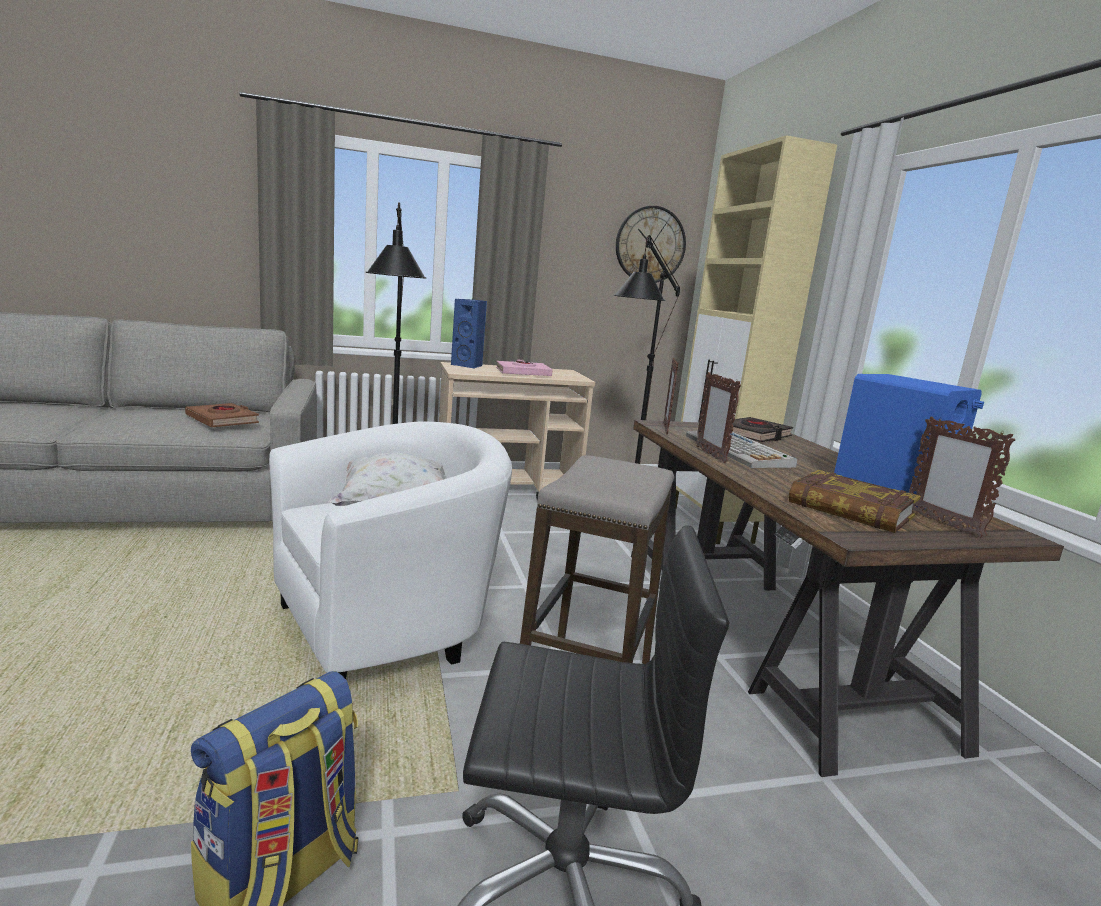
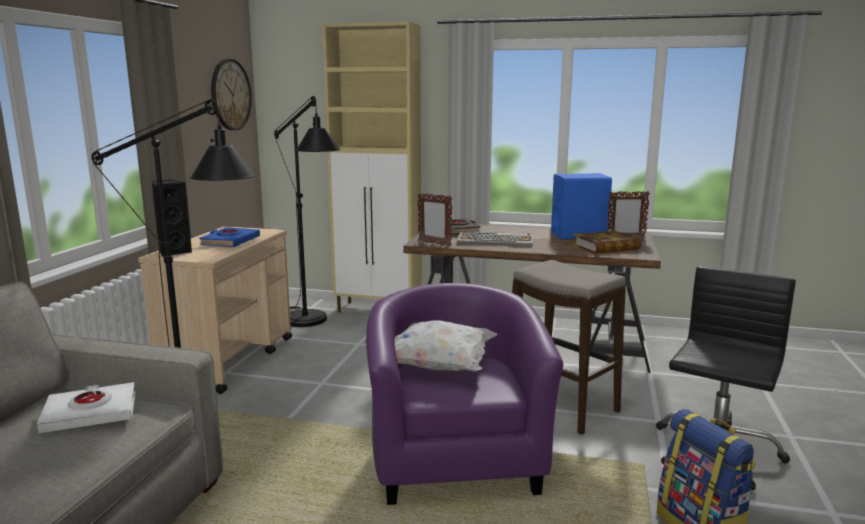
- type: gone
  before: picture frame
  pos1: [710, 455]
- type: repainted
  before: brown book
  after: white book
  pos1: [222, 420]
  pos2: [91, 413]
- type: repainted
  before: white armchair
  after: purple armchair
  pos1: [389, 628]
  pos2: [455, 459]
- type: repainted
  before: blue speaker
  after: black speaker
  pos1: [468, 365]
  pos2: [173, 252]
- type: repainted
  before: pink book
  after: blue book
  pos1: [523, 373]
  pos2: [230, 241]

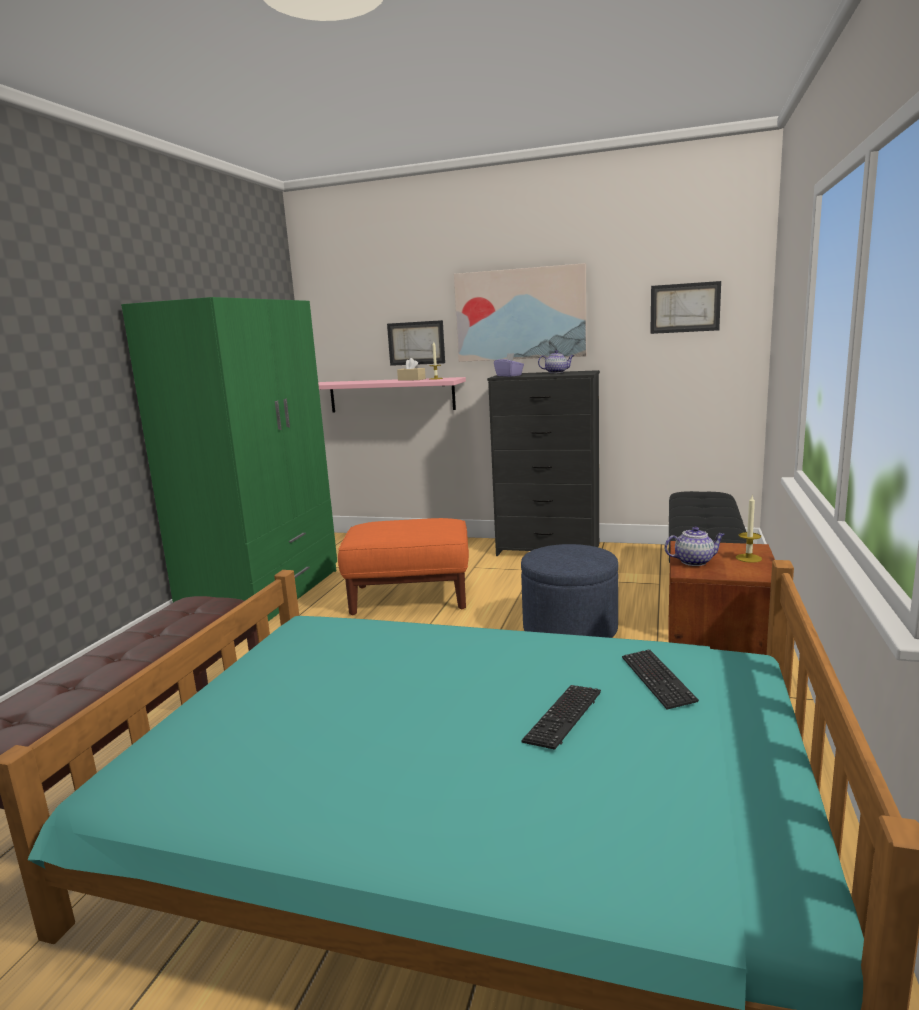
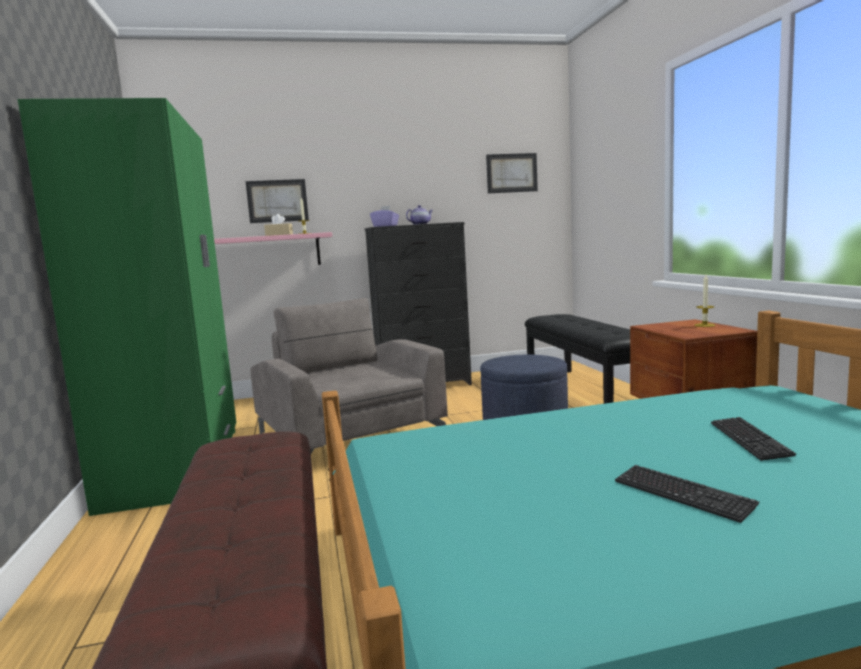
- type: gone
  before: picture
  pos1: [520, 314]
- type: gone
  before: teapot
  pos1: [694, 561]
- type: shifted
  before: keyboard
  pos1: [657, 680]
  pos2: [682, 494]
- type: swapped
  before: orange ottoman
  after: grey armchair
  pos1: [410, 597]
  pos2: [349, 436]

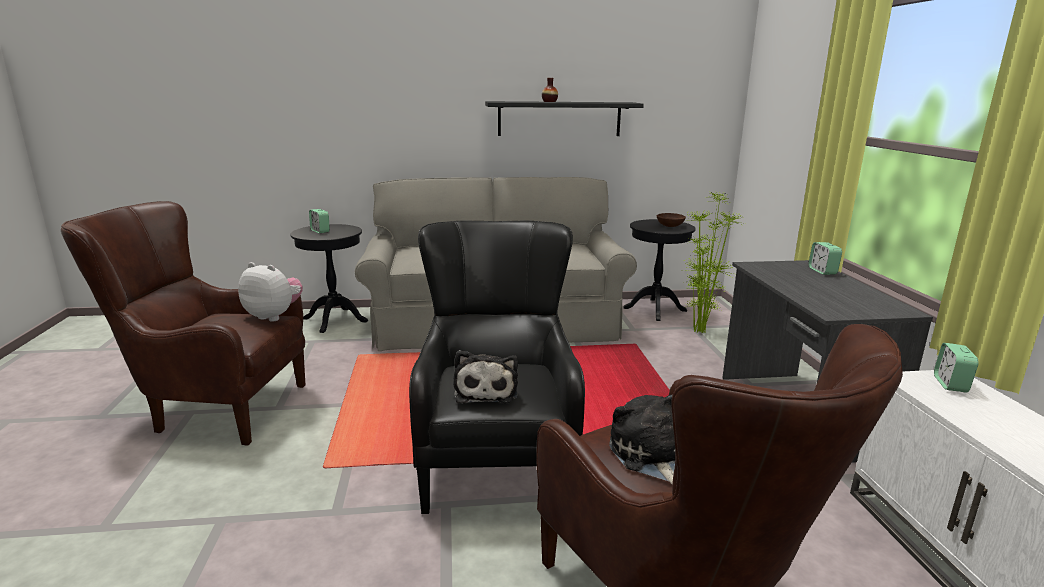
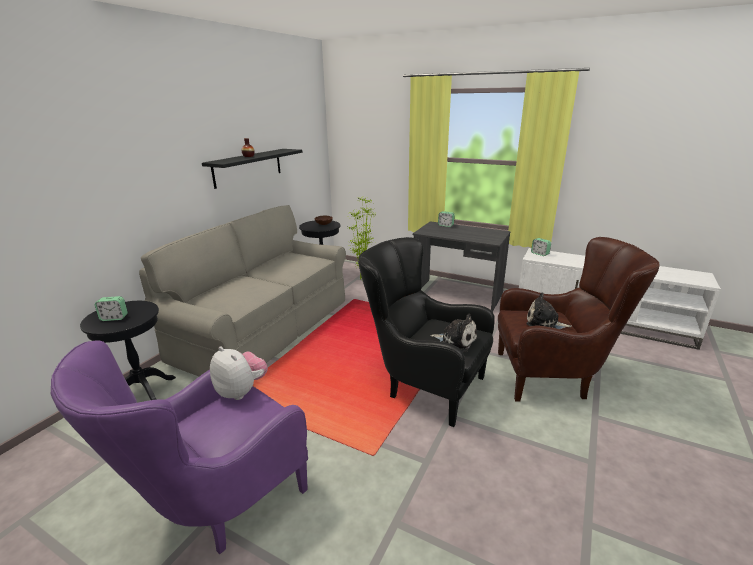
- type: repainted
  before: brown armchair
  after: purple armchair
  pos1: [212, 408]
  pos2: [217, 504]
- type: rotated
  before: plush toy
  pos1: [274, 316]
  pos2: [241, 391]
  turn: 75

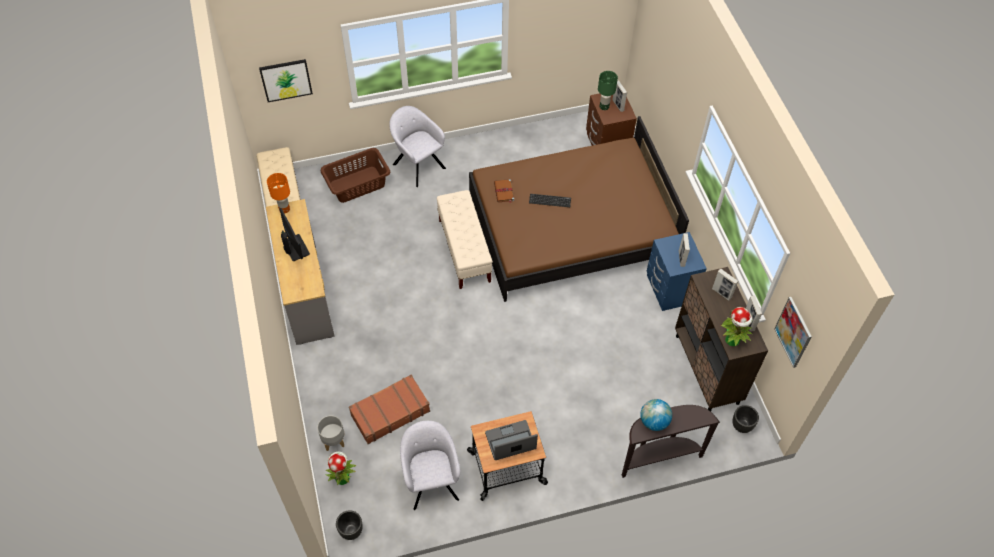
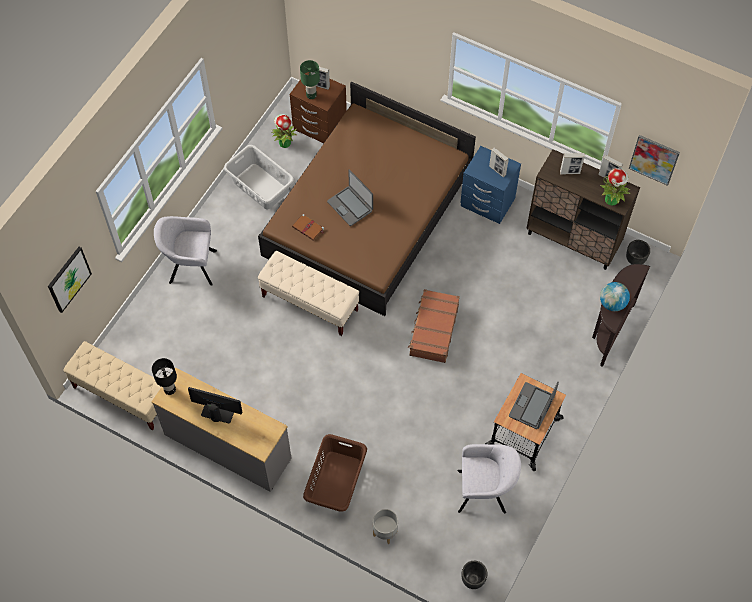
- type: new
  after: grey laundry basket
  pos2: [261, 186]
- type: shifted
  before: brown laundry basket
  pos1: [357, 184]
  pos2: [335, 481]
- type: shifted
  before: potted plant
  pos1: [342, 477]
  pos2: [284, 142]
- type: shifted
  before: brown suitcase
  pos1: [390, 412]
  pos2: [433, 330]
- type: swapped
  before: keyboard
  after: laptop
  pos1: [550, 200]
  pos2: [350, 206]
- type: repainted
  before: orange table lamp
  after: black table lamp
  pos1: [284, 209]
  pos2: [169, 390]
- type: rotated
  before: grey armchair
  pos1: [431, 480]
  pos2: [484, 491]
  turn: 150

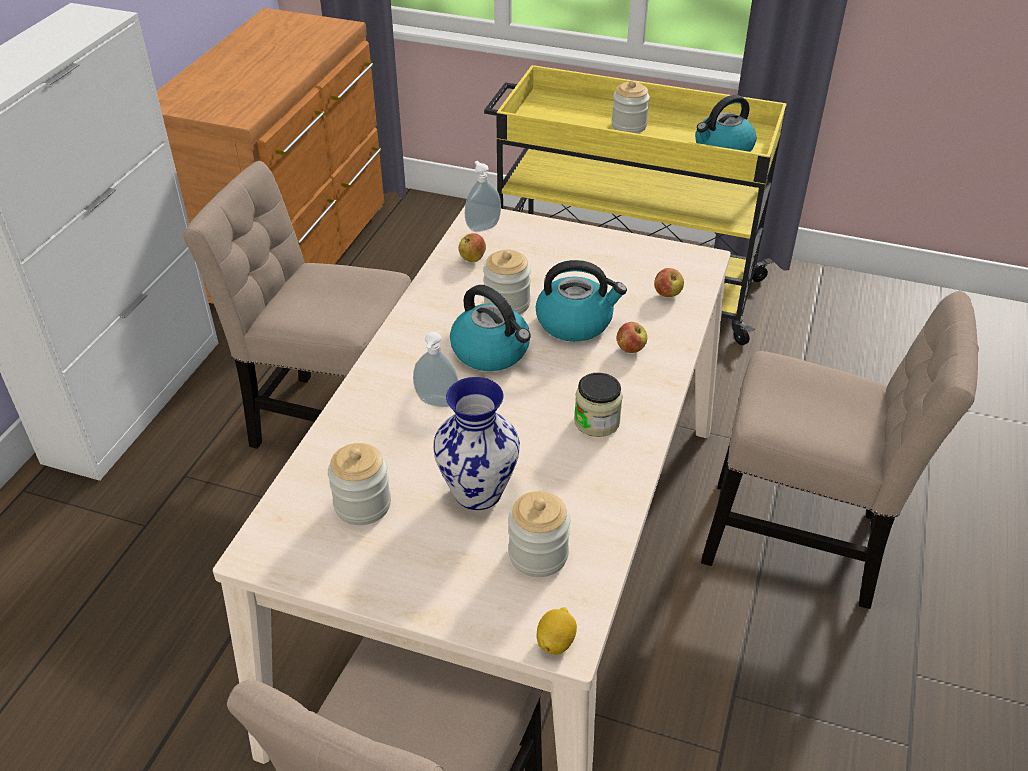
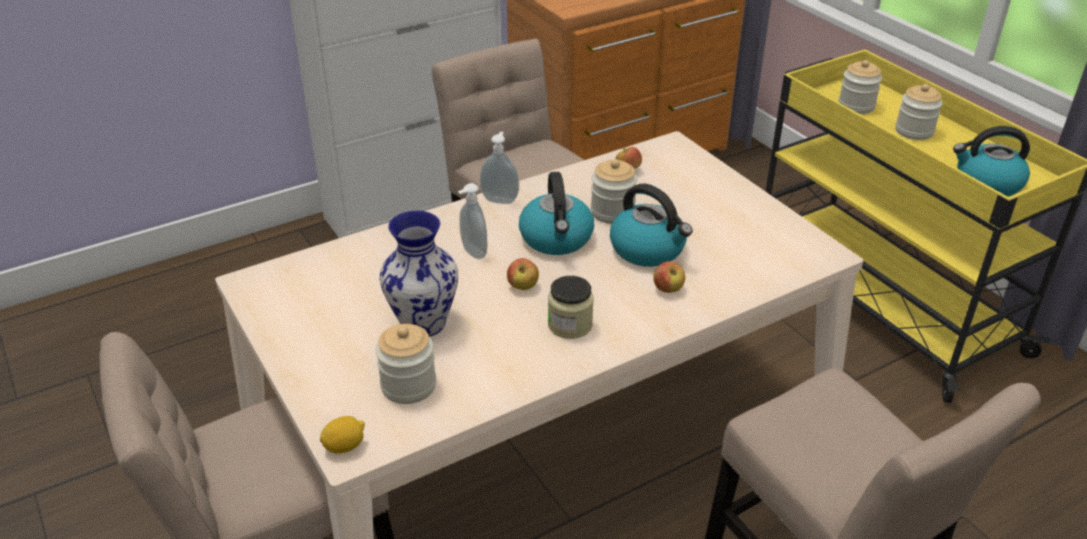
- type: shifted
  before: jar
  pos1: [362, 504]
  pos2: [856, 106]
- type: shifted
  before: soap dispenser
  pos1: [482, 227]
  pos2: [500, 199]
- type: shifted
  before: apple
  pos1: [667, 294]
  pos2: [523, 286]

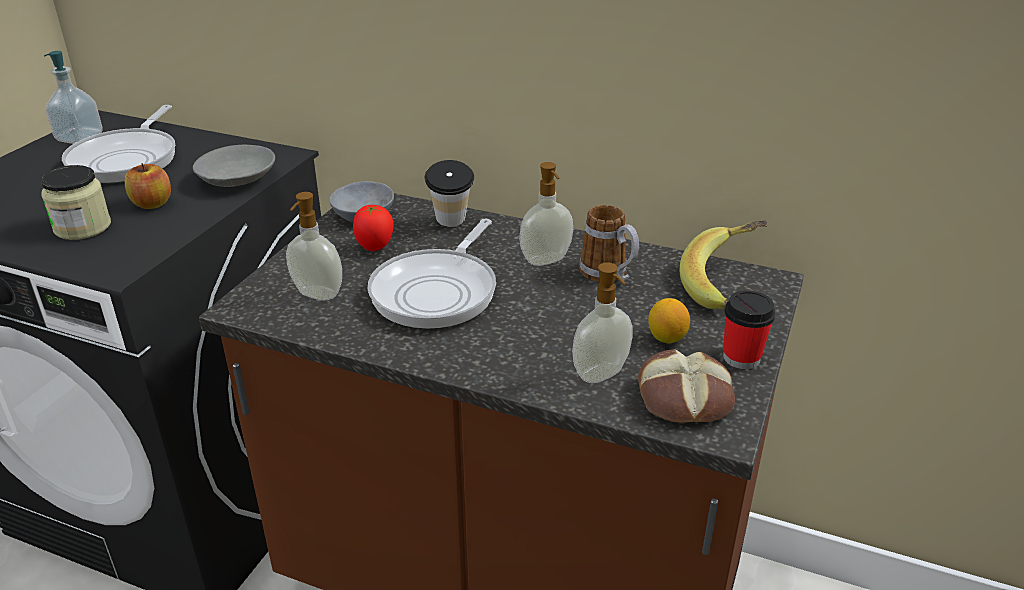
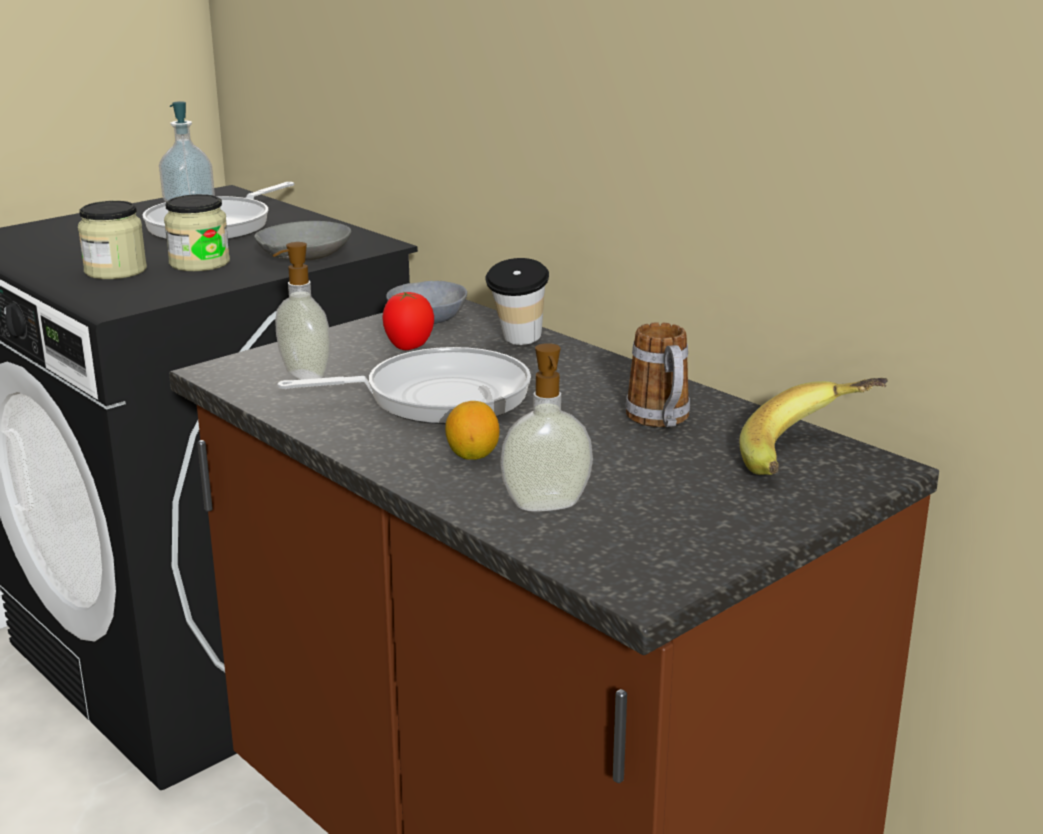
- type: gone
  before: soap dispenser
  pos1: [546, 261]
- type: gone
  before: bread
  pos1: [684, 399]
- type: gone
  before: cup
  pos1: [741, 357]
- type: shifted
  before: lemon
  pos1: [666, 338]
  pos2: [472, 455]
- type: swapped
  before: apple
  after: jar
  pos1: [152, 204]
  pos2: [199, 263]
- type: rotated
  before: frying pan
  pos1: [438, 291]
  pos2: [437, 397]
  turn: -150

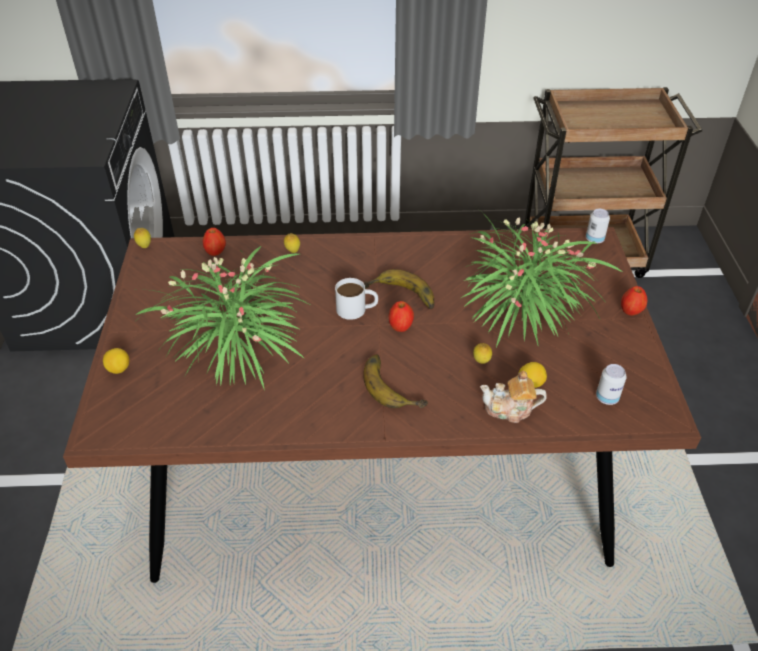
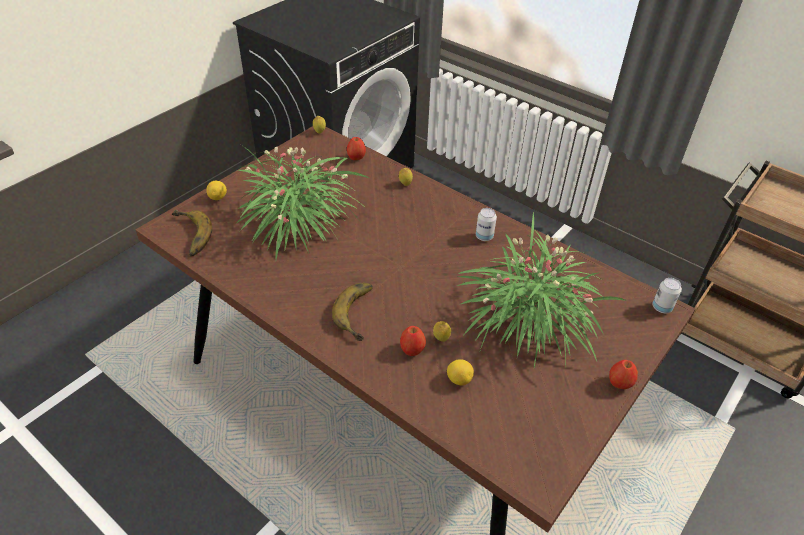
- type: gone
  before: white mug
  pos1: [357, 309]
- type: gone
  before: teapot
  pos1: [510, 409]
- type: shifted
  before: banana
  pos1: [400, 297]
  pos2: [188, 236]
- type: shifted
  before: apple
  pos1: [400, 327]
  pos2: [412, 350]
- type: shifted
  before: can
  pos1: [607, 398]
  pos2: [484, 237]

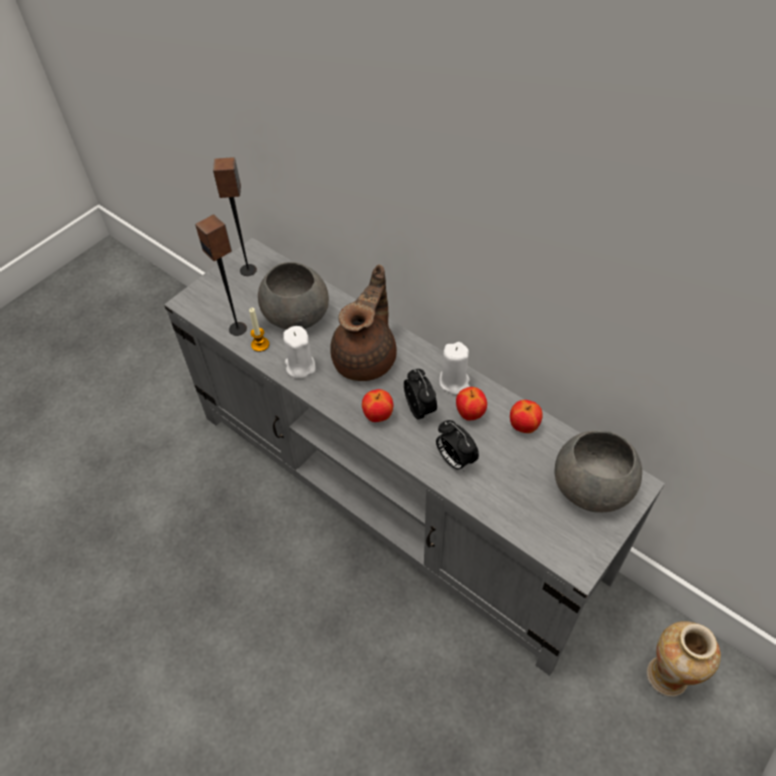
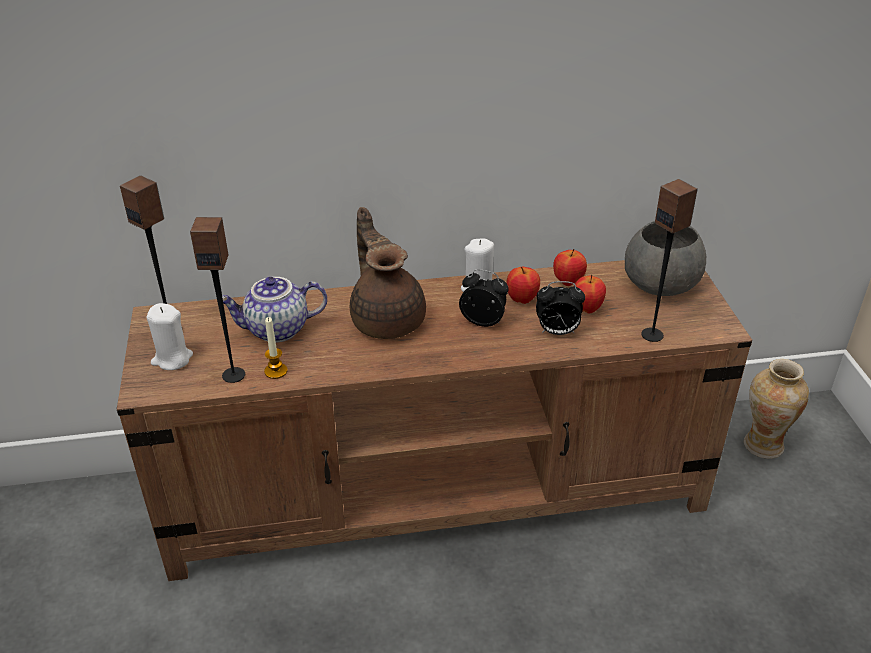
- type: new
  after: speaker
  pos2: [652, 335]
- type: shifted
  before: white candle
  pos1: [300, 366]
  pos2: [172, 359]
- type: shifted
  before: apple
  pos1: [378, 416]
  pos2: [587, 309]
- type: swapped
  before: grey bowl
  after: teapot
  pos1: [297, 315]
  pos2: [277, 330]
- type: repainted
  before: grey tv stand
  after: brown tv stand
  pos1: [395, 495]
  pos2: [438, 492]

